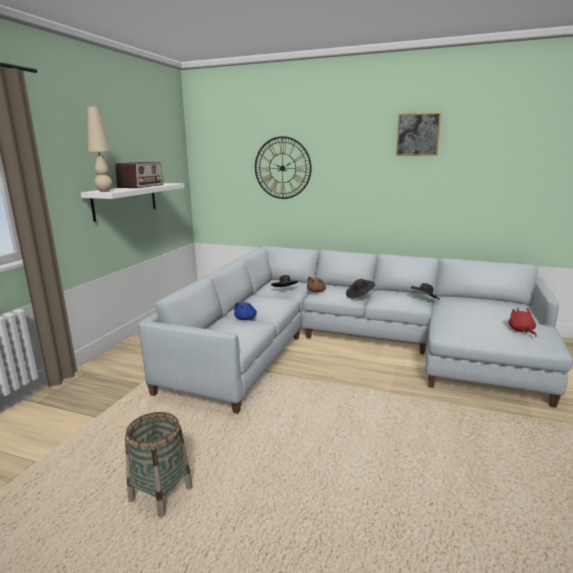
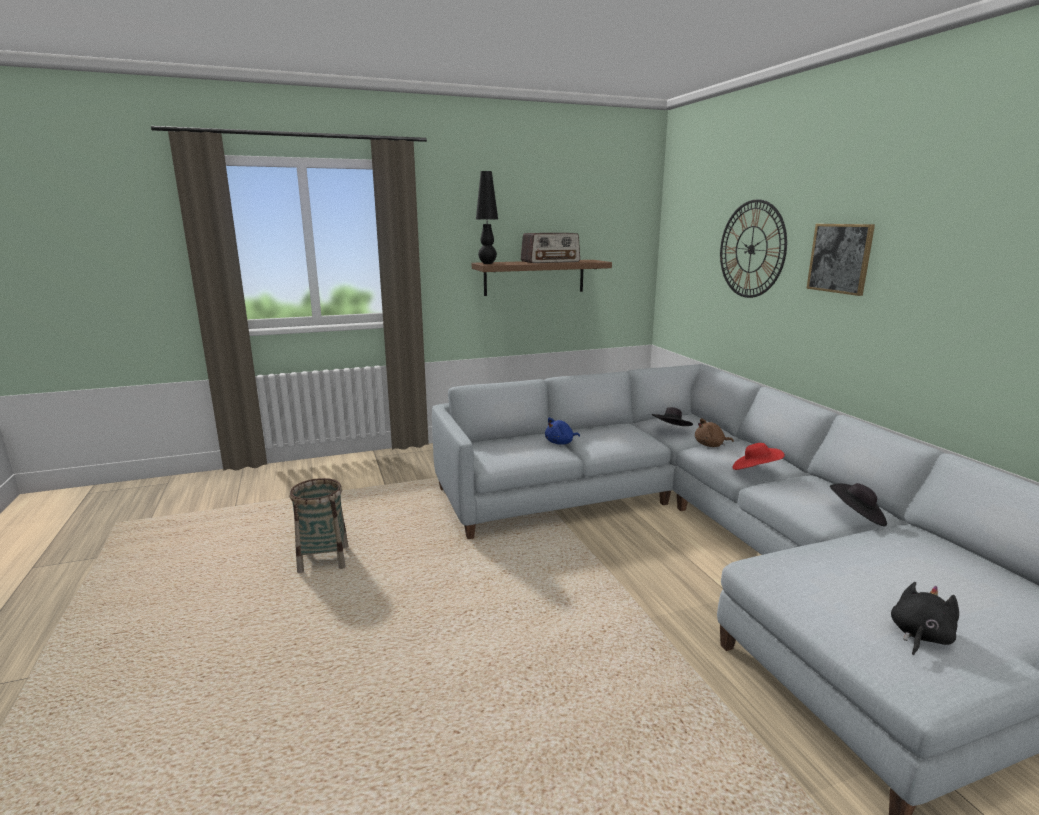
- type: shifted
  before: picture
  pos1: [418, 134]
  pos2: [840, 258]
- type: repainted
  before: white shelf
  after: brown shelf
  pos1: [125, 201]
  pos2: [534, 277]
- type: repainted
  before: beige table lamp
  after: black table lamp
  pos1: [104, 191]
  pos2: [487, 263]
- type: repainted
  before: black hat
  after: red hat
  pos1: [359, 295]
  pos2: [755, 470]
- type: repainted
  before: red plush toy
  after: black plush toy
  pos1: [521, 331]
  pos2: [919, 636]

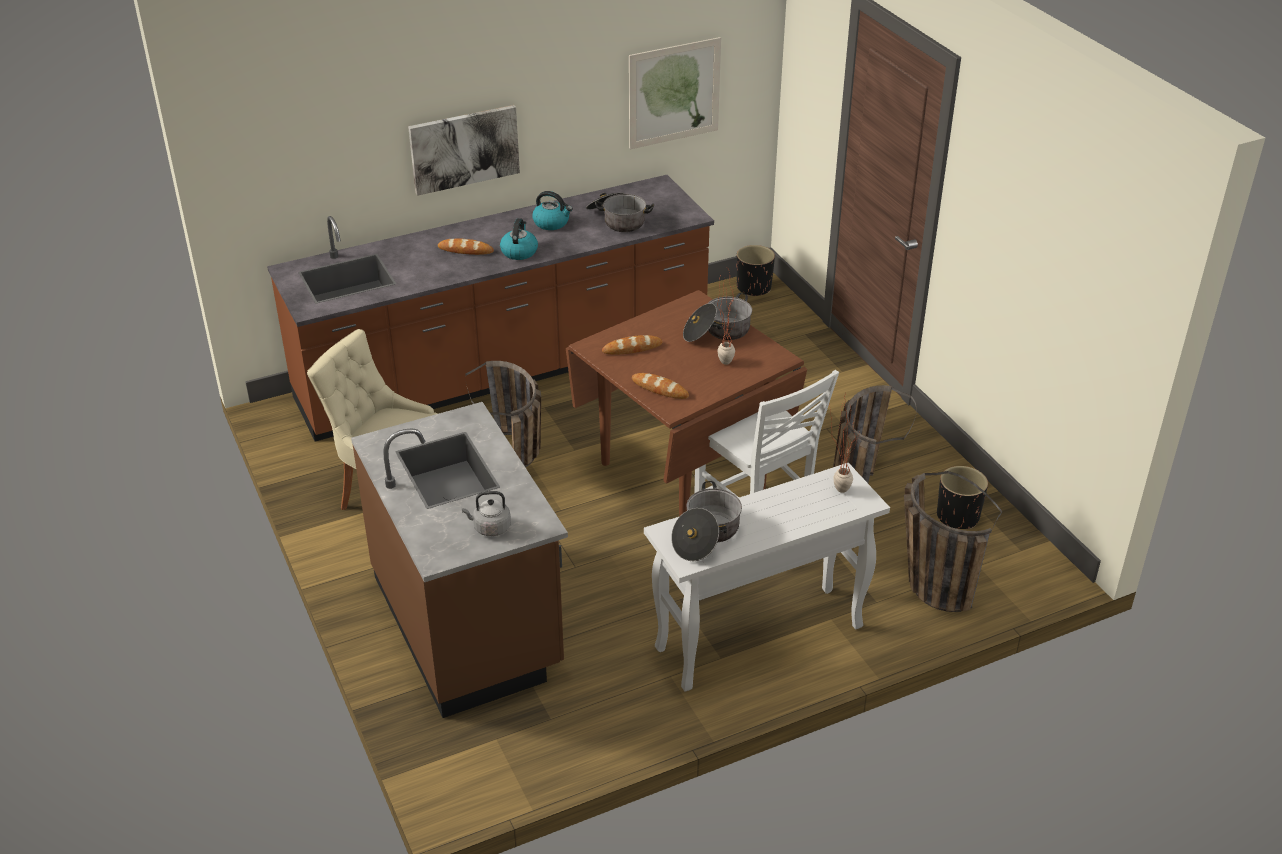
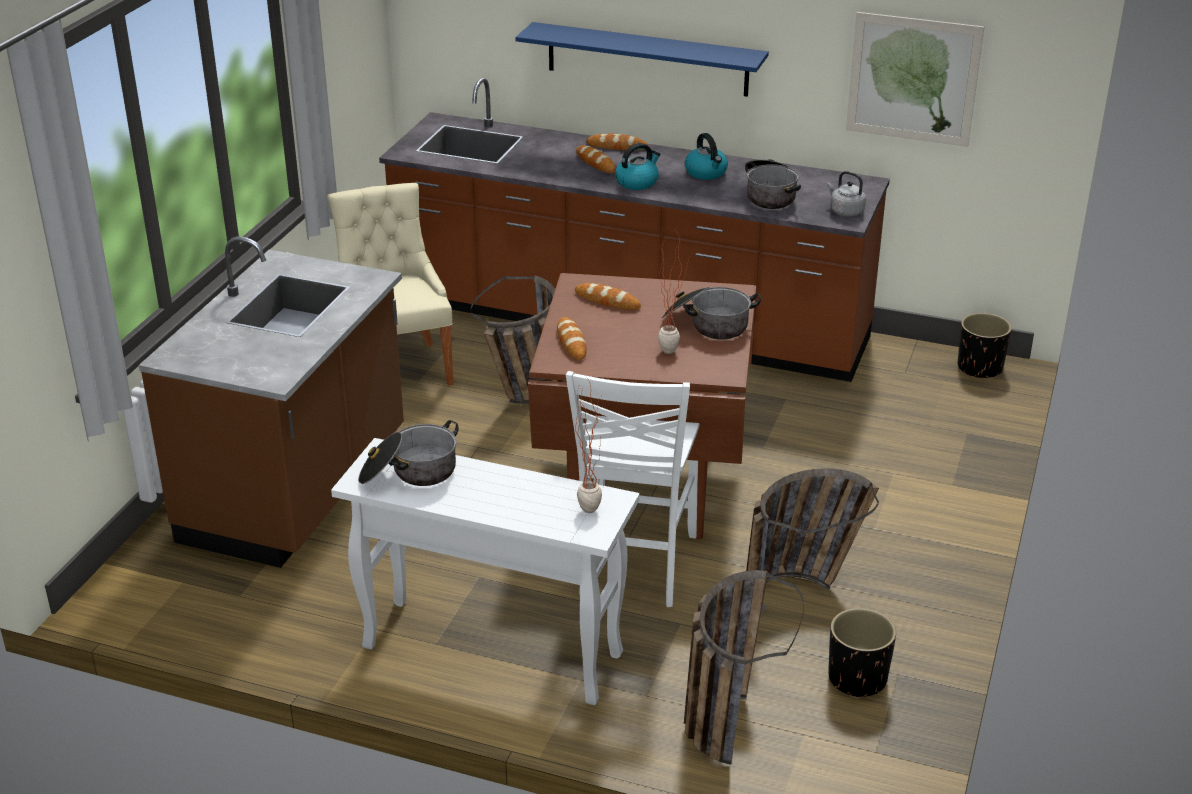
- type: new
  after: bread
  pos2: [617, 146]
- type: shifted
  before: grey kettle
  pos1: [490, 528]
  pos2: [845, 211]
- type: swapped
  before: picture
  after: blue shelf
  pos1: [464, 149]
  pos2: [647, 59]

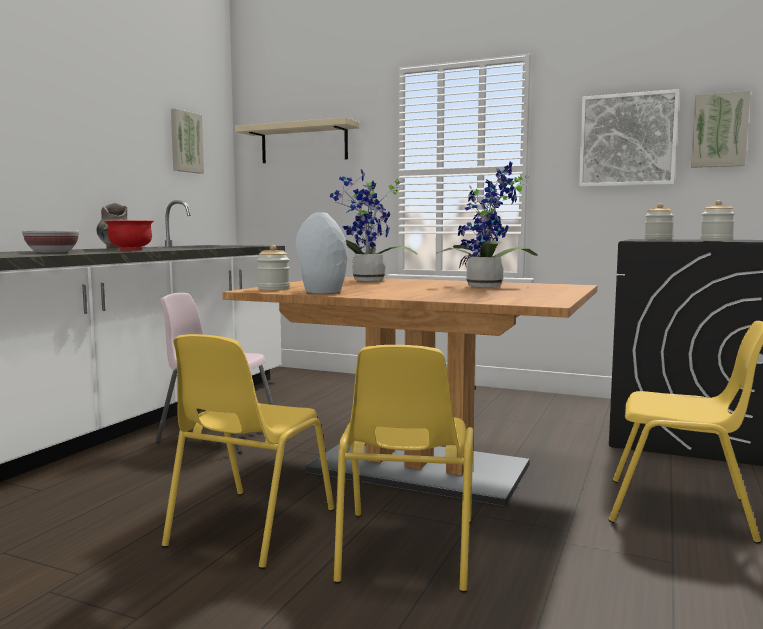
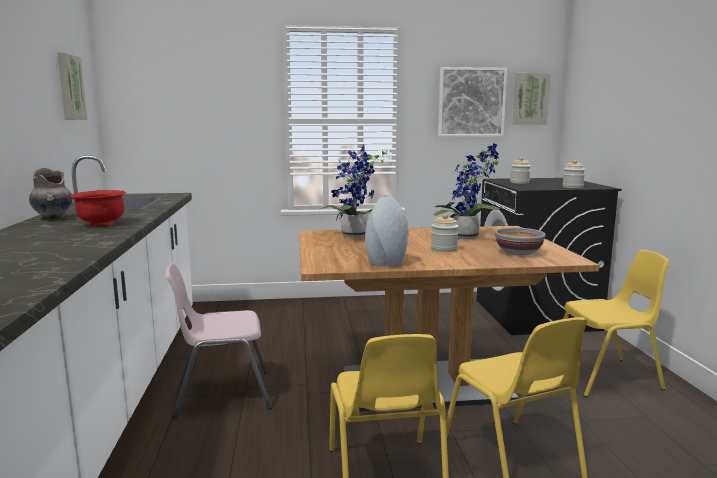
- type: gone
  before: beige shelf
  pos1: [304, 143]
- type: shifted
  before: bowl
  pos1: [53, 252]
  pos2: [518, 252]
- type: shifted
  before: jar
  pos1: [273, 289]
  pos2: [444, 249]

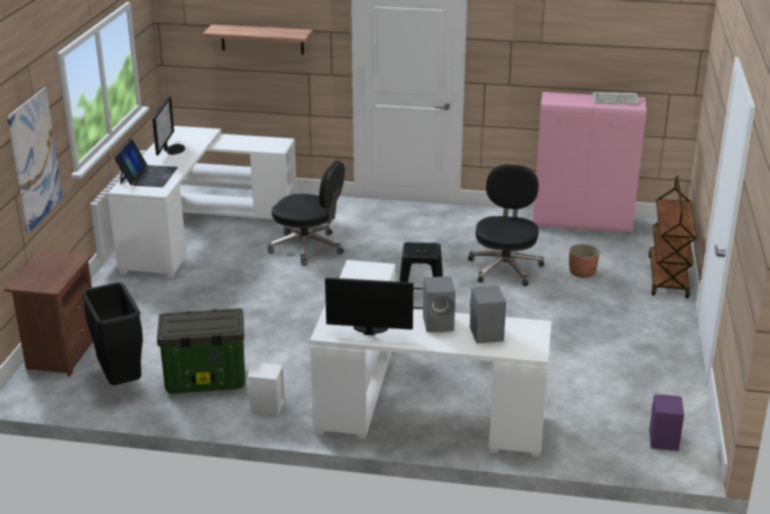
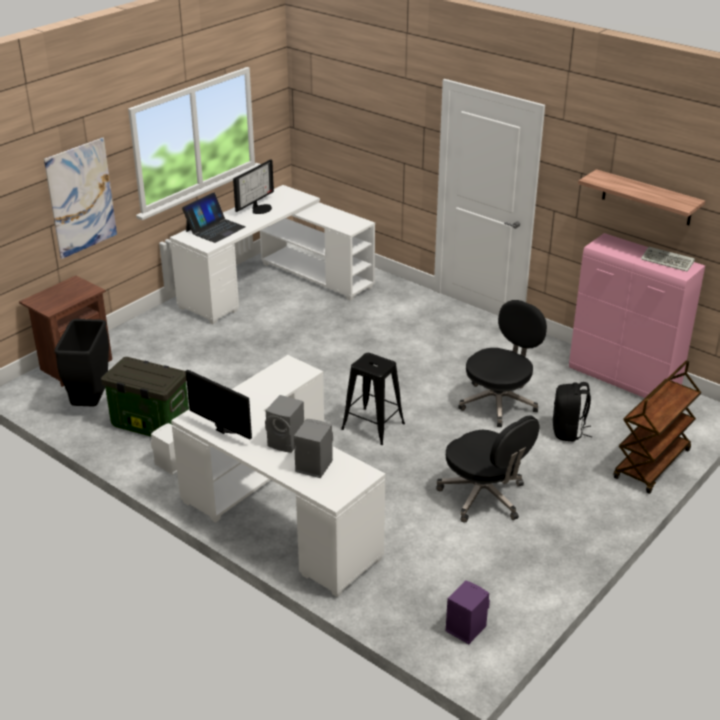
- type: shifted
  before: shelf
  pos1: [262, 39]
  pos2: [647, 198]
- type: shifted
  before: black office chair
  pos1: [308, 248]
  pos2: [484, 497]
- type: swapped
  before: planter
  after: black backpack
  pos1: [582, 273]
  pos2: [568, 432]

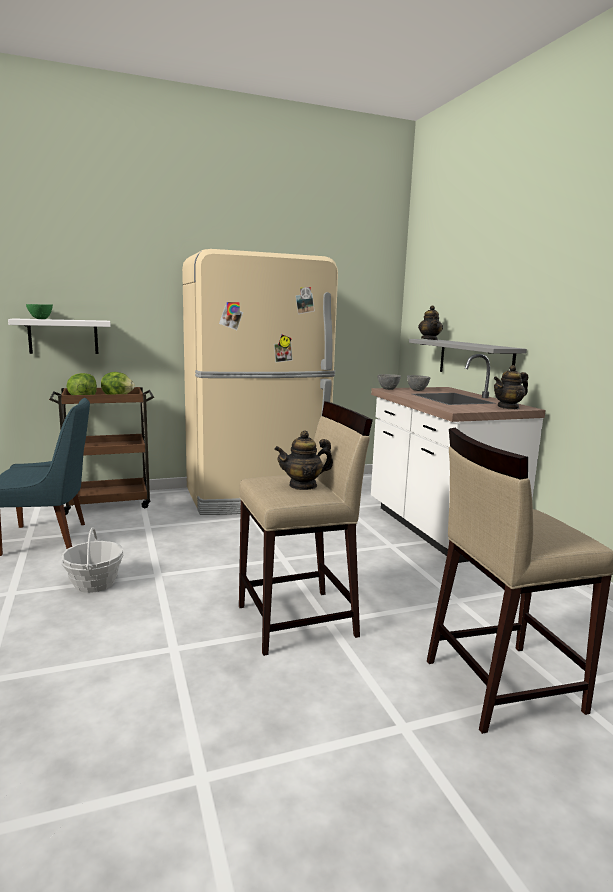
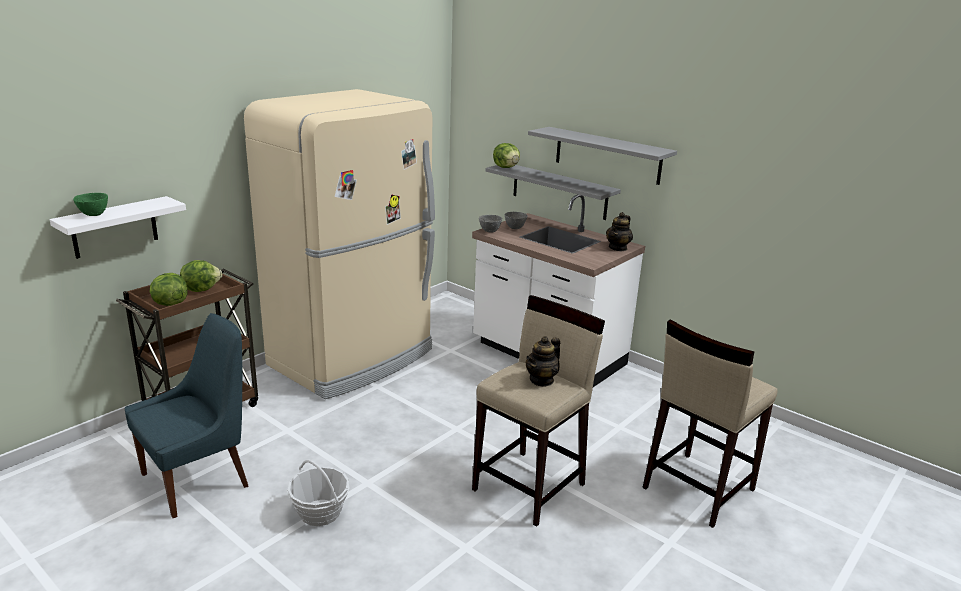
- type: new
  after: grey shelf
  pos2: [607, 155]
- type: swapped
  before: teapot
  after: lettuce
  pos1: [429, 339]
  pos2: [506, 167]

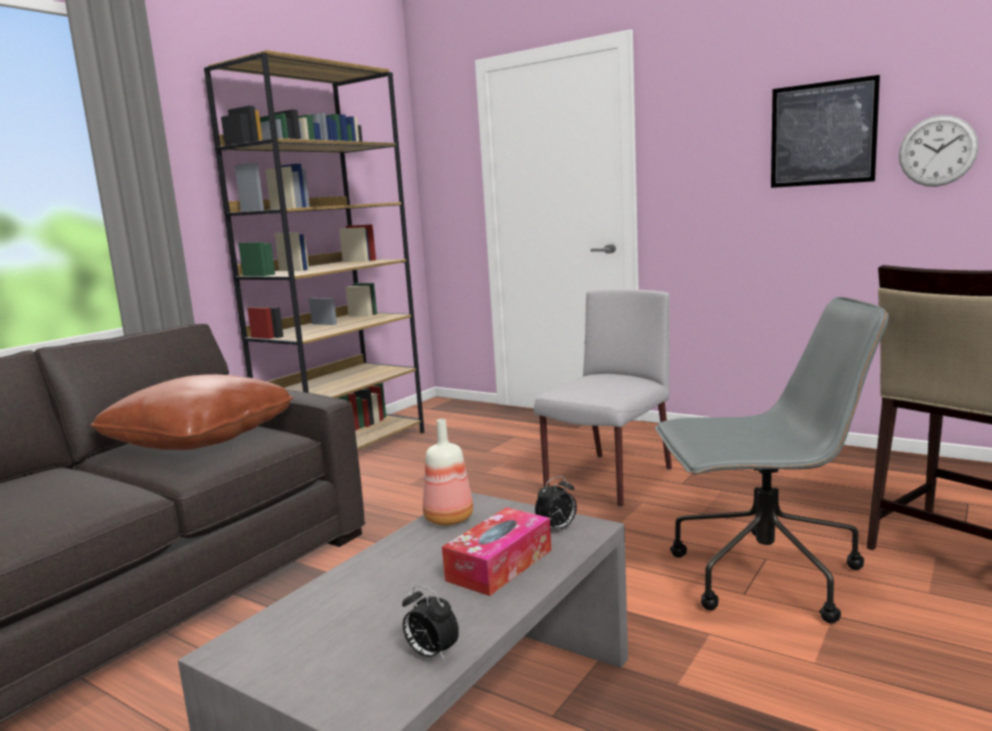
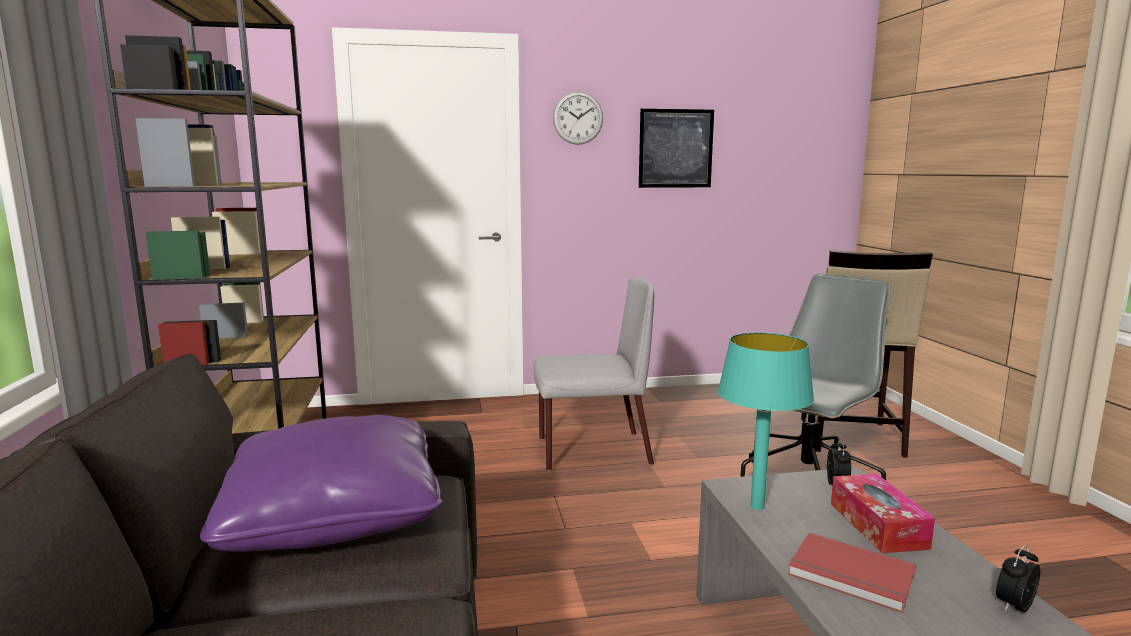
- type: new
  after: red book
  pos2: [851, 576]
- type: shifted
  before: wall clock
  pos1: [937, 151]
  pos2: [578, 118]
- type: swapped
  before: bottle
  after: turquoise table lamp
  pos1: [448, 519]
  pos2: [757, 507]
- type: repainted
  before: brown pillow
  after: purple pillow
  pos1: [201, 439]
  pos2: [335, 514]
- type: rotated
  before: alarm clock
  pos1: [431, 654]
  pos2: [1014, 606]
  turn: 150
- type: rotated
  before: grey chair
  pos1: [608, 480]
  pos2: [591, 451]
  turn: 90

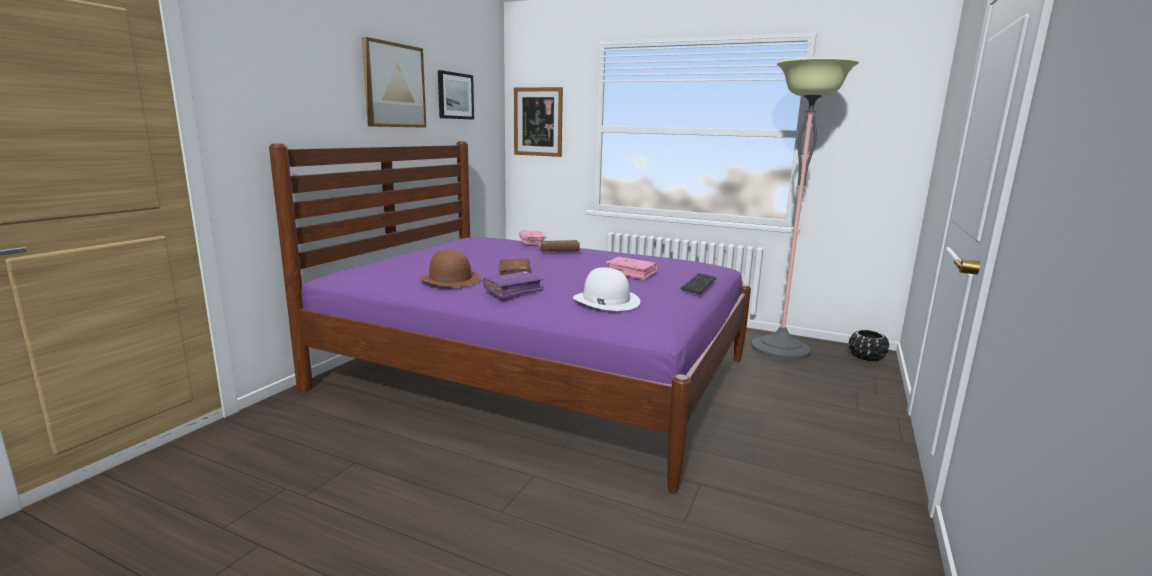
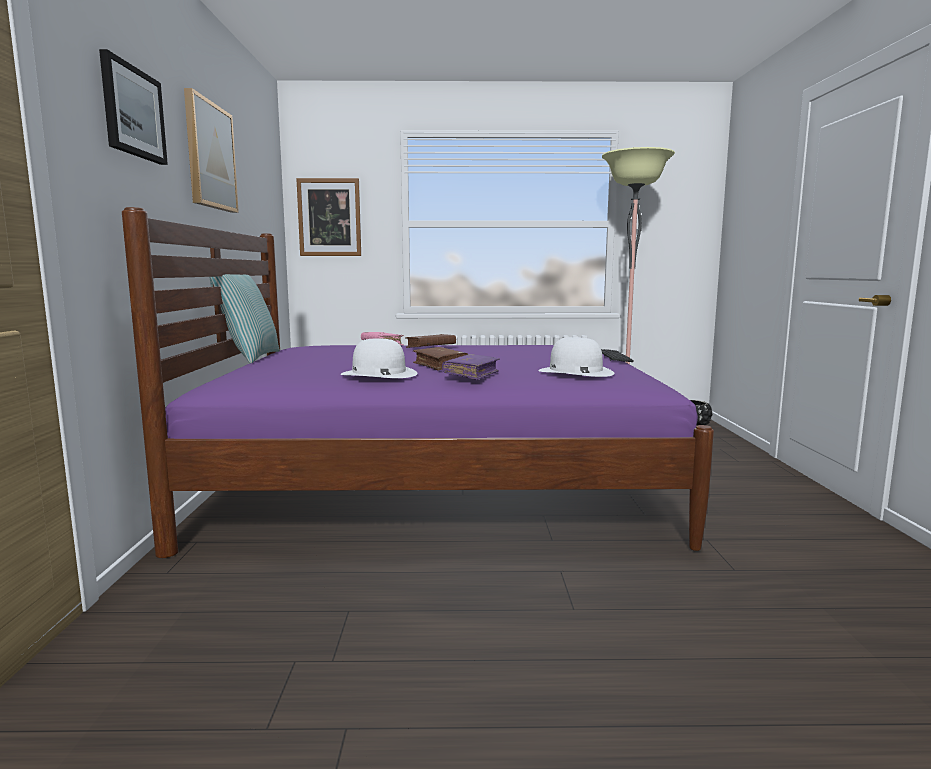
- type: gone
  before: pink book
  pos1: [631, 273]
- type: new
  after: pillow
  pos2: [249, 357]
- type: shifted
  before: picture
  pos1: [455, 96]
  pos2: [133, 112]
- type: repainted
  before: brown hat
  after: white hat
  pos1: [450, 279]
  pos2: [378, 374]

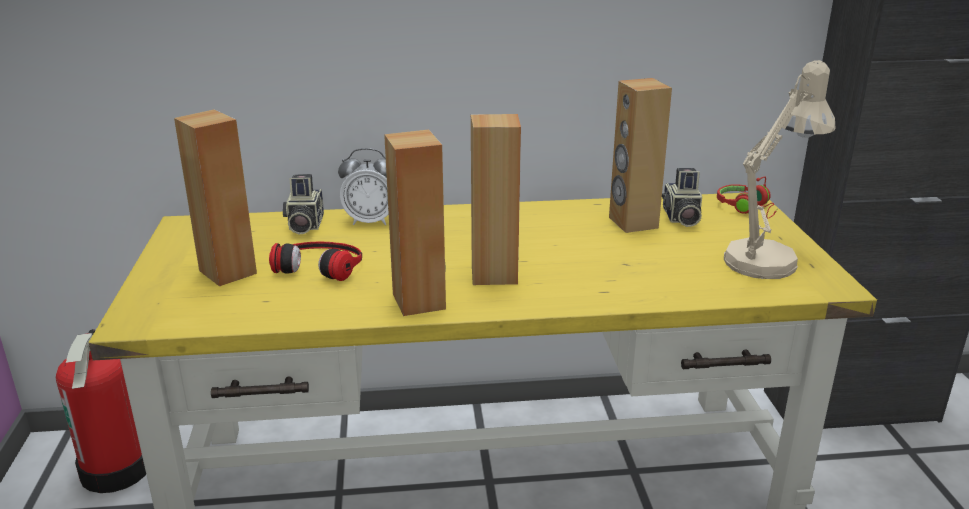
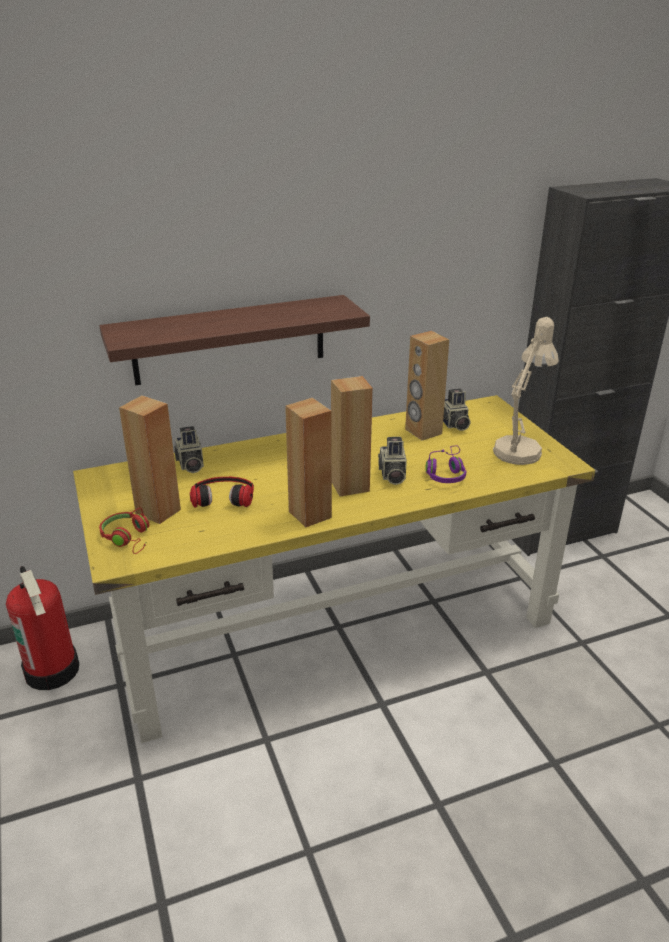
- type: gone
  before: alarm clock
  pos1: [371, 221]
- type: new
  after: shelf
  pos2: [230, 340]
- type: new
  after: photo camera
  pos2: [391, 475]
- type: new
  after: purple headphones
  pos2: [446, 473]
- type: shifted
  before: red headphones
  pos1: [747, 209]
  pos2: [128, 538]

